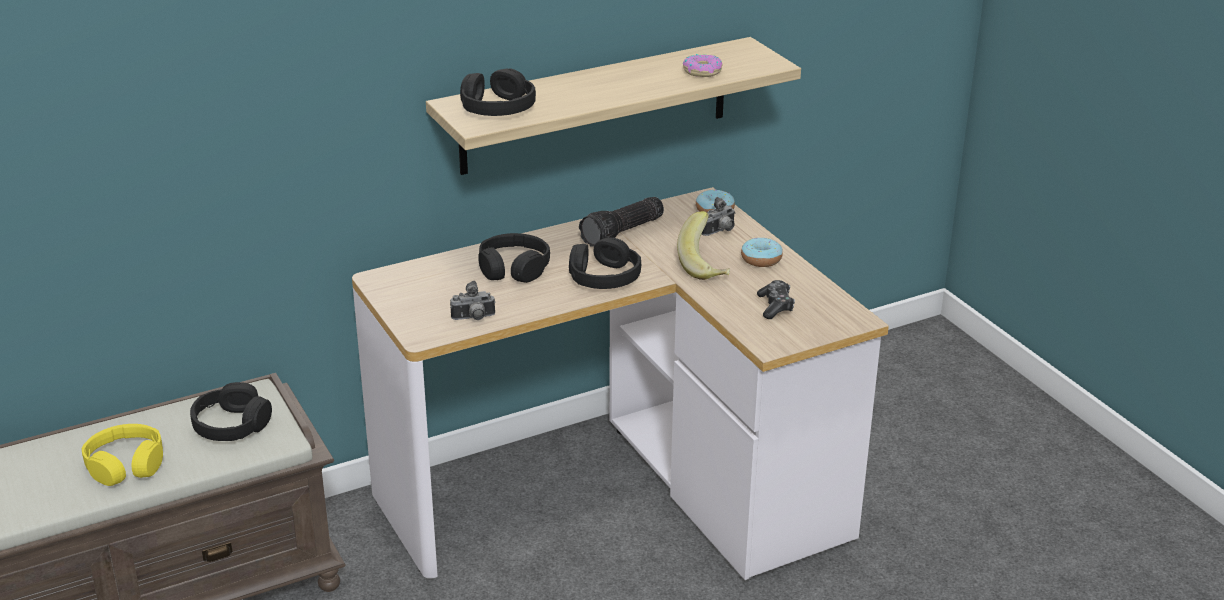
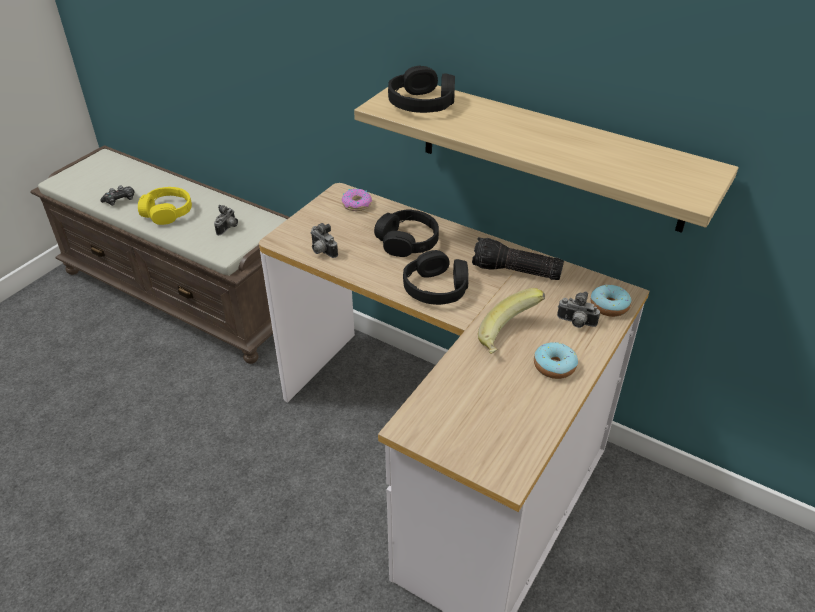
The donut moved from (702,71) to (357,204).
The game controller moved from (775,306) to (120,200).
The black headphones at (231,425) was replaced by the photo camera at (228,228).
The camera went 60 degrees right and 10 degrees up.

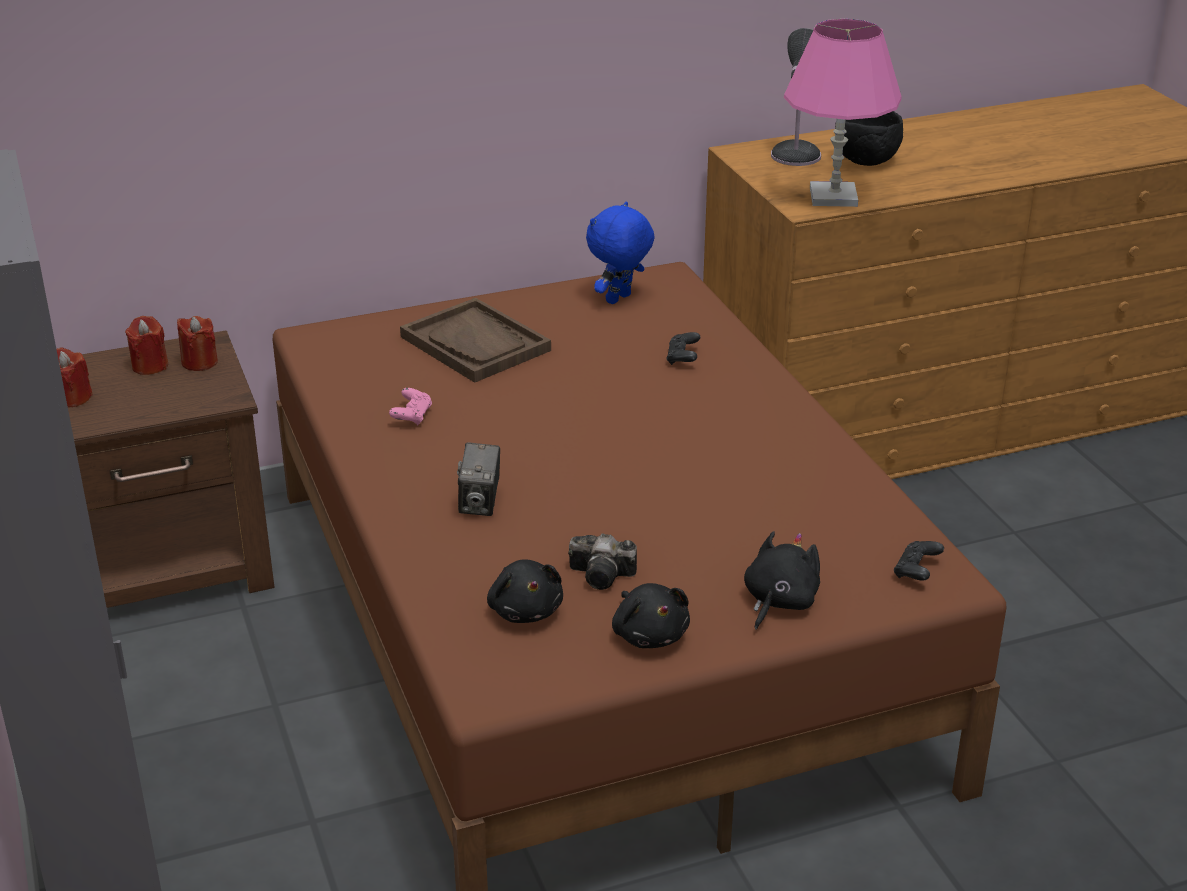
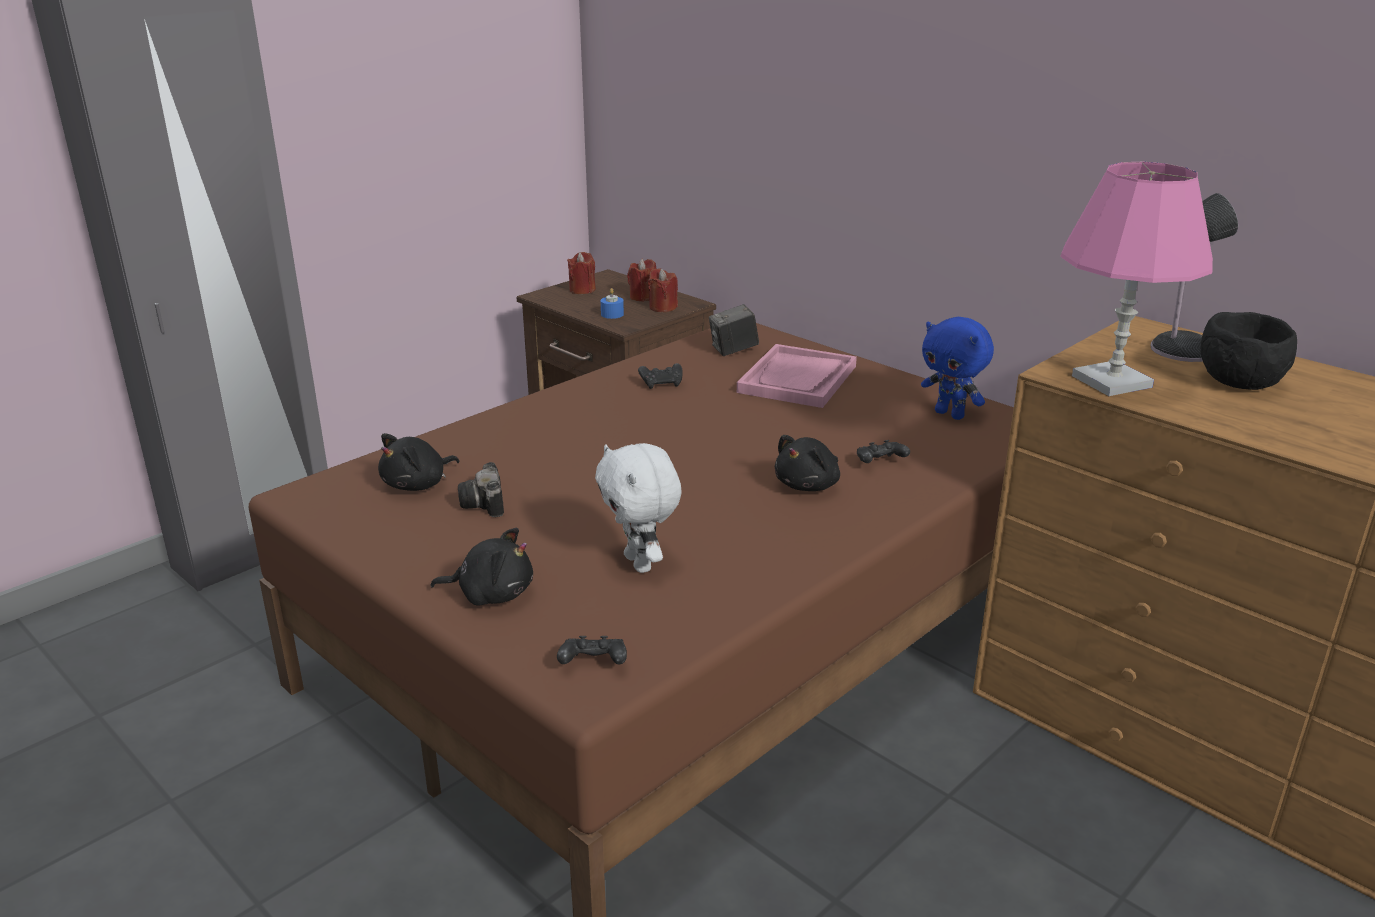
The white plush toy at (640,563) appeared.
The blue candle at (612,314) appeared.
The photo camera moved from (480,503) to (733,350).
The black plush toy moved from (649,634) to (809,485).
The pink game controller at (412,416) became the black game controller at (662,384).
The brown tray at (475,344) became the pink tray at (797,379).
The blue plush toy at (619,299) turned 150 degrees counterclockwise.
The camera went 65 degrees right and 5 degrees down.

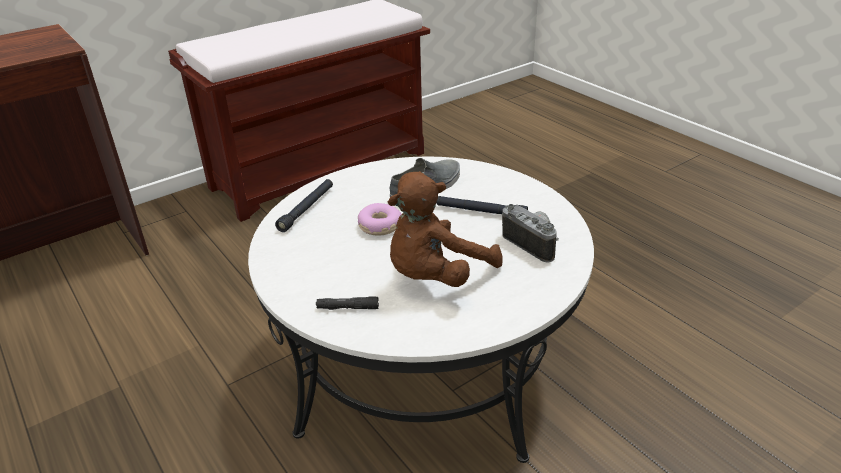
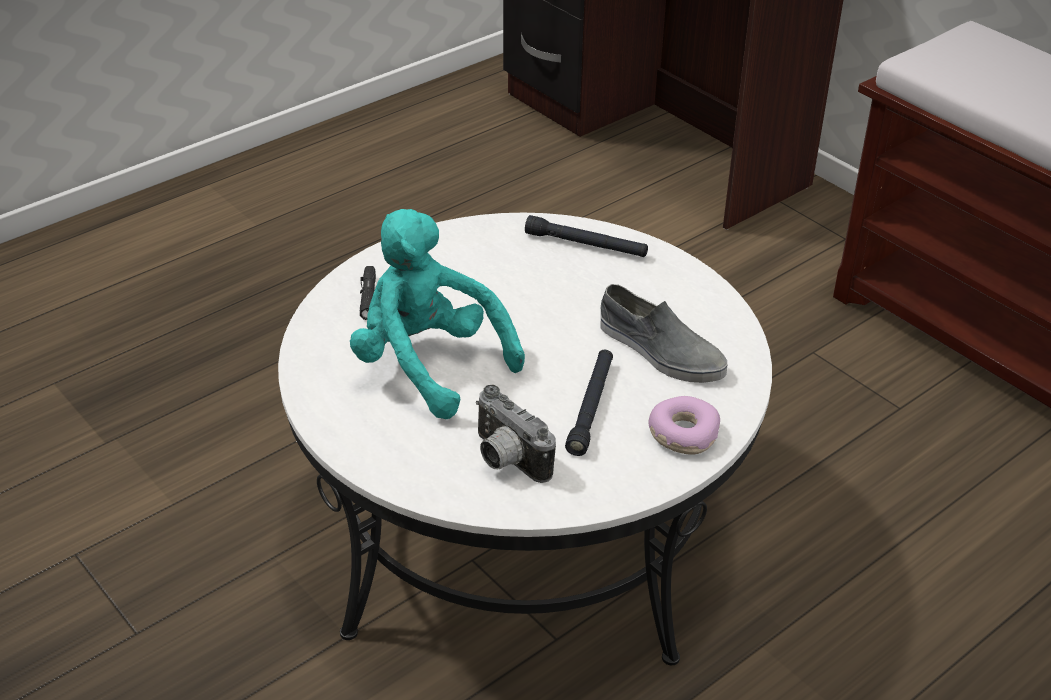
The donut moved from (379,226) to (683,434).
The brown plush toy at (436,276) became the turquoise plush toy at (428,365).
The photo camera at (533,243) turned 90 degrees clockwise.
The camera went 85 degrees right and 5 degrees up.

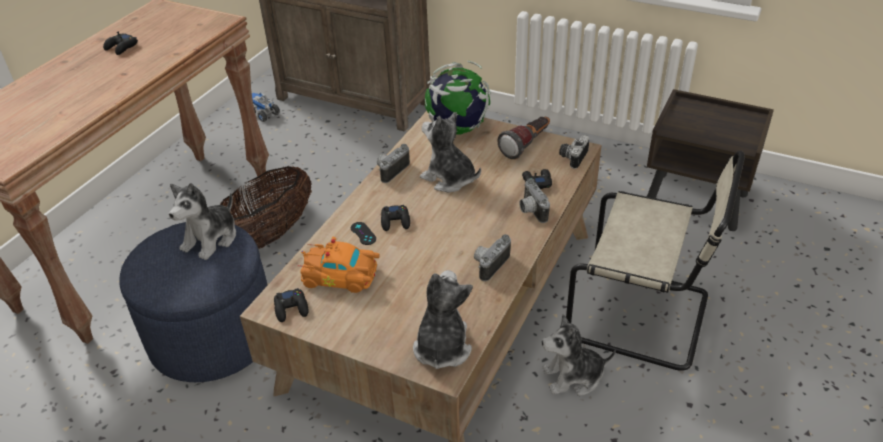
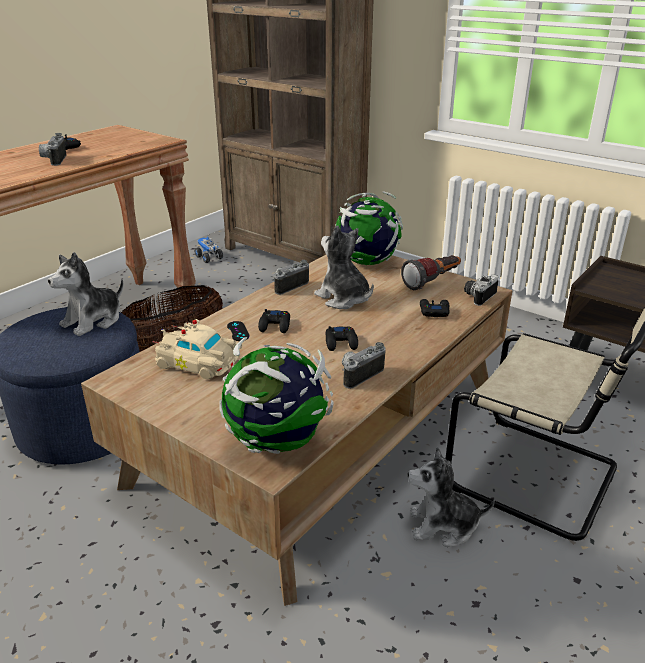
The black game controller moved from (291,308) to (341,342).
The photo camera moved from (530,211) to (53,160).
The plush toy at (442,347) was replaced by the globe at (277,442).
The orange toy car at (341,277) became the beige toy car at (199,364).
The camera went 10 degrees right and 10 degrees down.

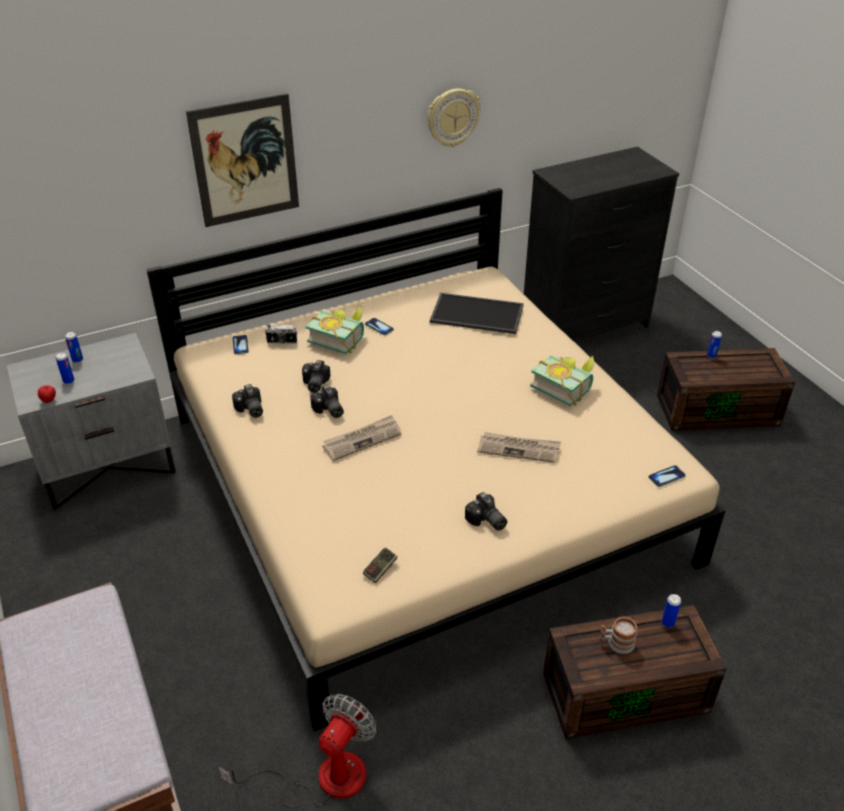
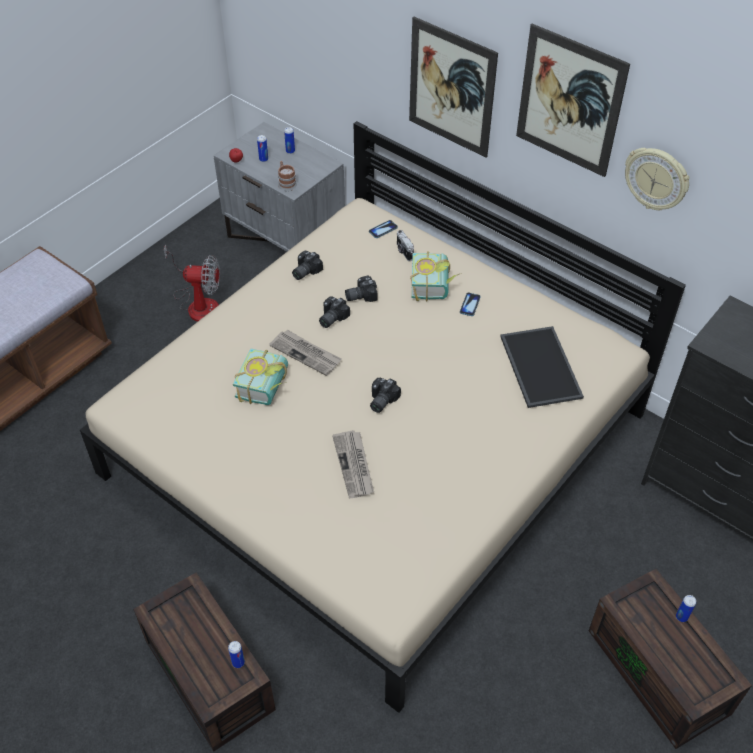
The game controller at (380,569) disappeared.
The phone at (666,477) disappeared.
The picture at (569,101) appeared.
The fan moved from (323,778) to (198,303).
The photo camera moved from (486,521) to (380,400).
The book moved from (564,387) to (268,387).
The mug moved from (616,643) to (286,183).
The camera went 65 degrees right and 10 degrees up.

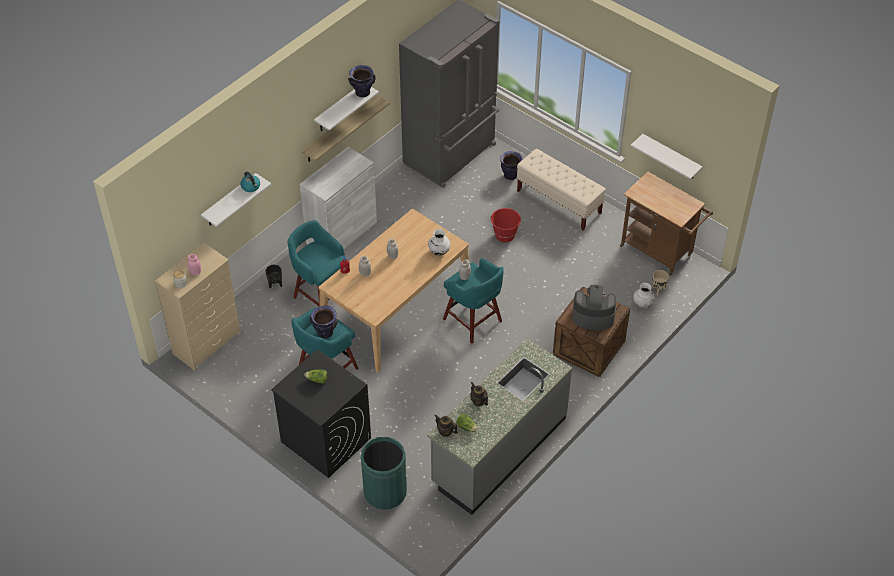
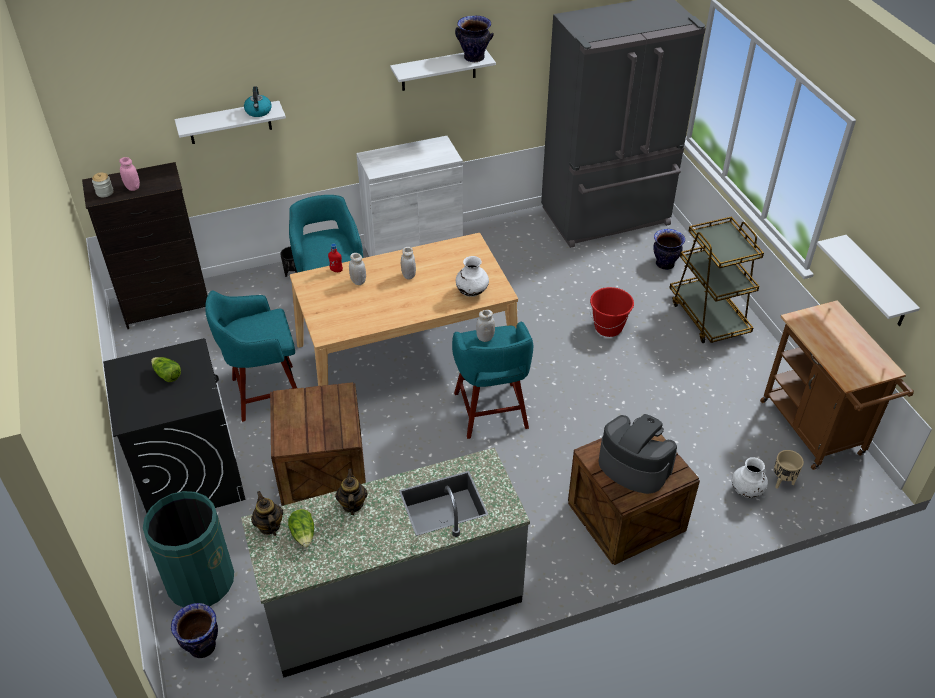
The shelf at (339,129) disappeared.
The crate at (323,470) appeared.
The vase moved from (325,333) to (202,647).
The beige bench at (559,202) was replaced by the brown cart at (708,317).
The beige dresser at (208,343) became the black dresser at (167,306).
The camera went 30 degrees right and 5 degrees down.

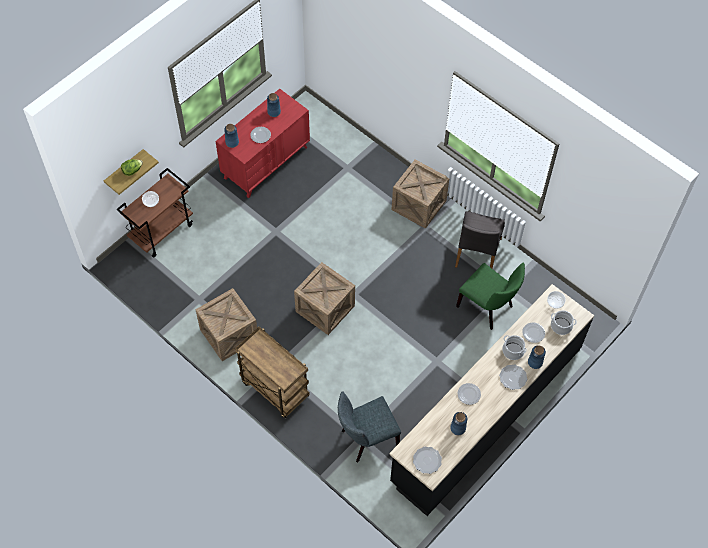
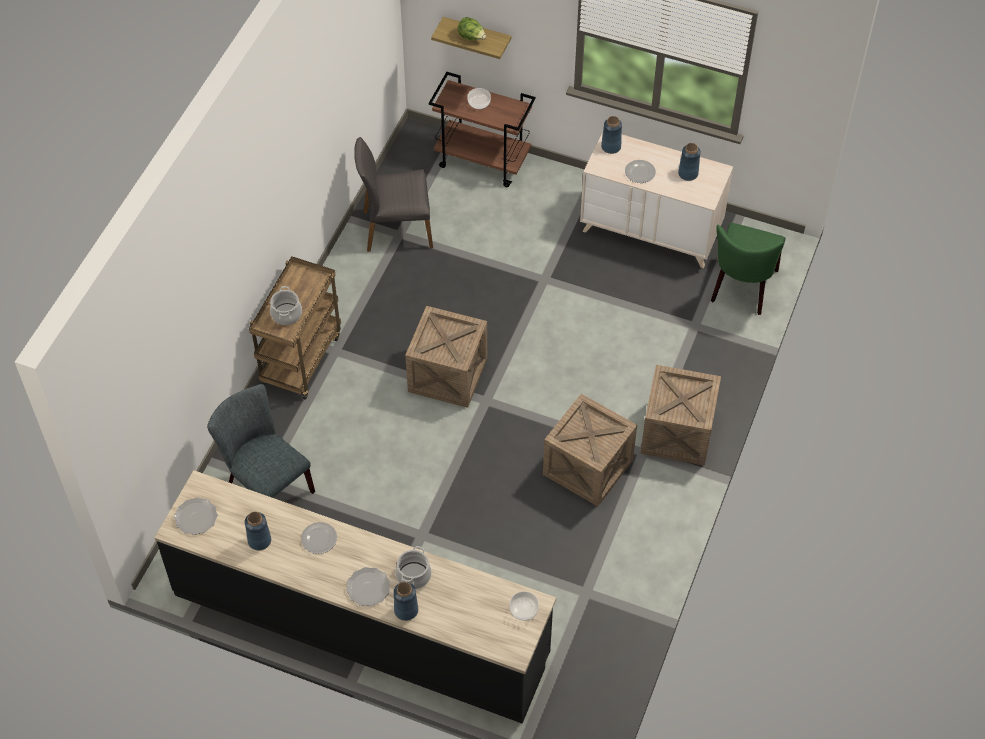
The plate at (533,333) disappeared.
The crate moved from (229,334) to (587,467).
The grey chair moved from (477,253) to (396,228).
The green chair moved from (488,307) to (742,289).
The cooking pot moved from (561,326) to (286,314).
The red dresser at (266,162) became the beige dresser at (651,230).
The camera went 70 degrees right and 5 degrees down.

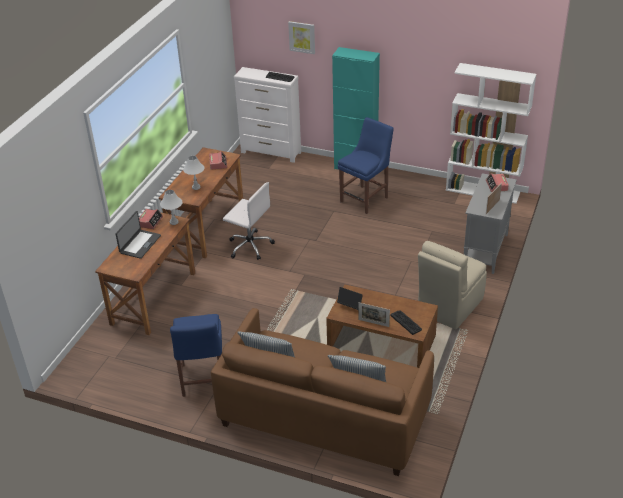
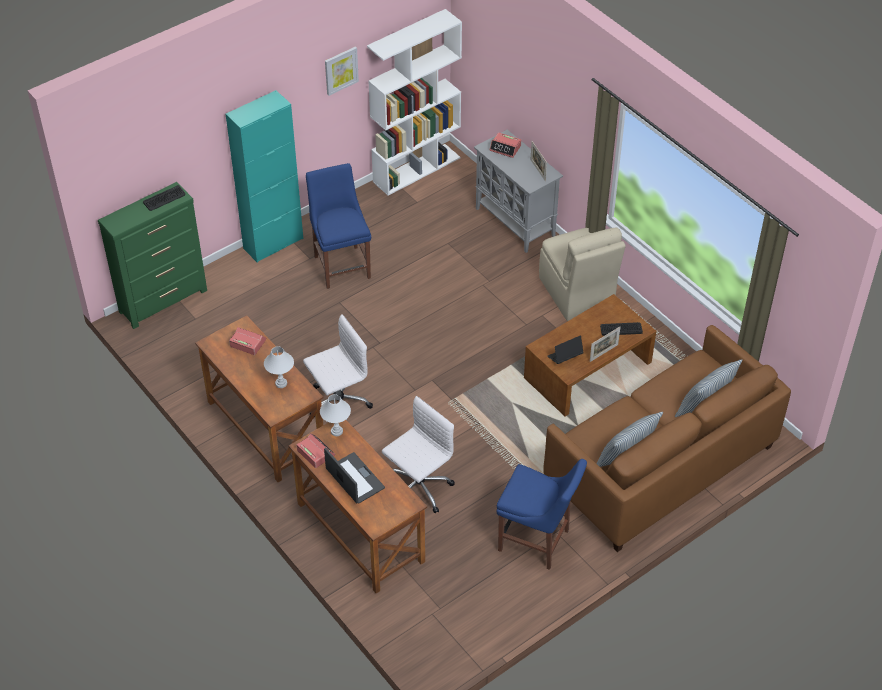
The white office chair at (418,488) appeared.
The picture moved from (302,37) to (341,70).
The white dresser at (271,152) became the green dresser at (164,301).
The camera went 60 degrees left and 10 degrees up.

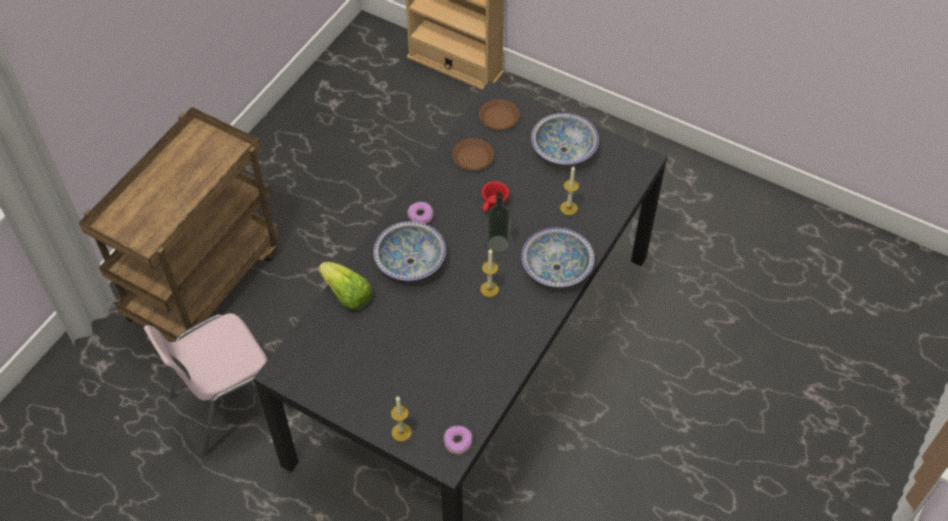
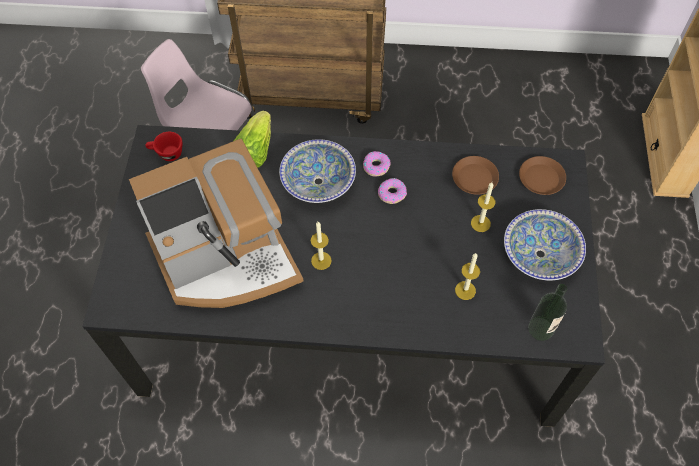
The bowl at (557,267) disappeared.
The coffee machine at (226,259) appeared.
The candle moved from (401,432) to (480,223).
The donut moved from (457,442) to (392,193).
The red cup moved from (493,205) to (166,154).
The bottle moved from (498,244) to (540,329).
The camera went 65 degrees right and 5 degrees up.

